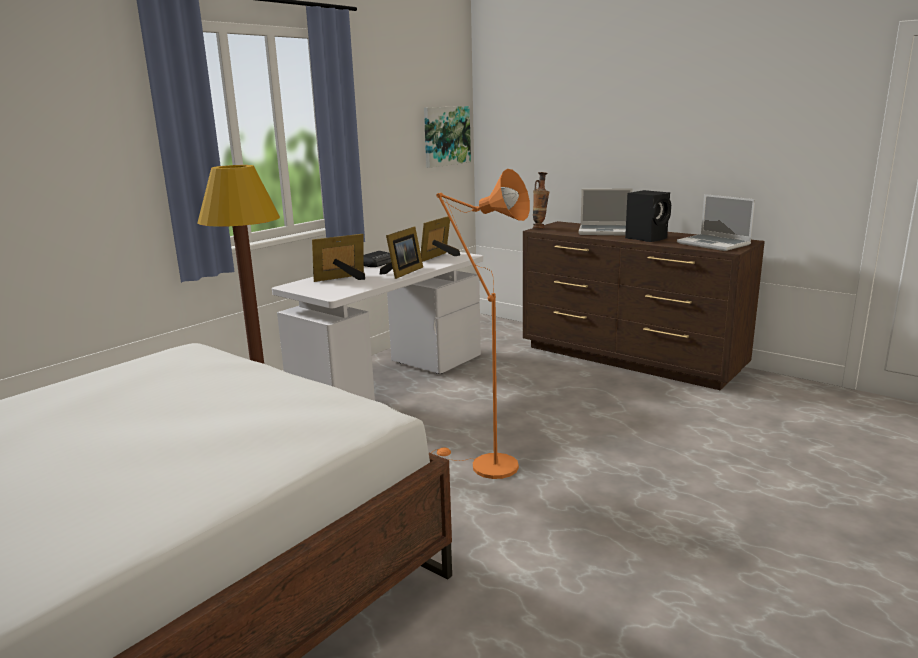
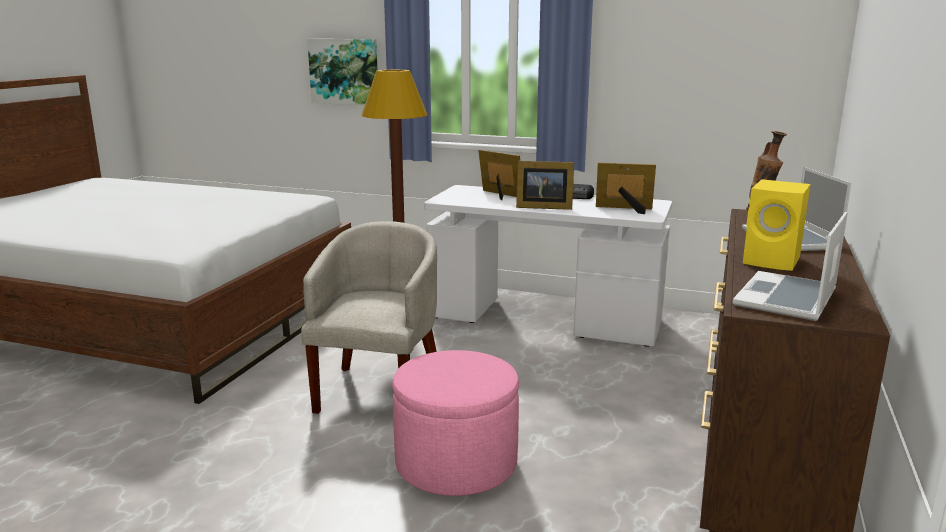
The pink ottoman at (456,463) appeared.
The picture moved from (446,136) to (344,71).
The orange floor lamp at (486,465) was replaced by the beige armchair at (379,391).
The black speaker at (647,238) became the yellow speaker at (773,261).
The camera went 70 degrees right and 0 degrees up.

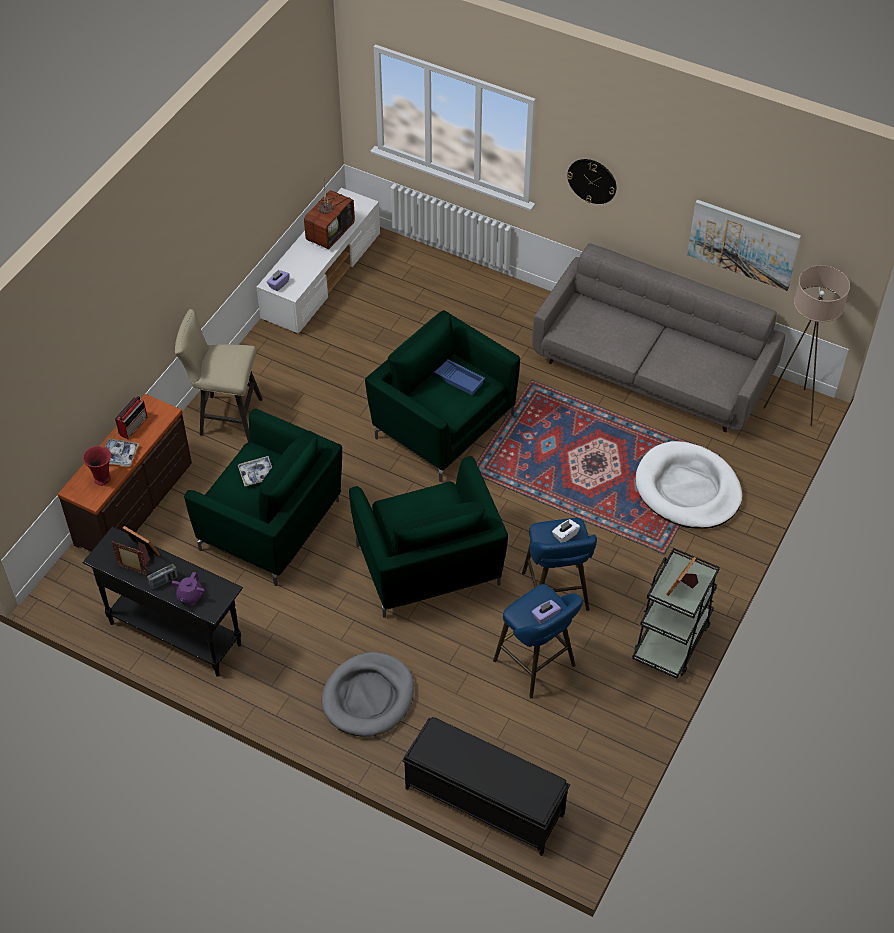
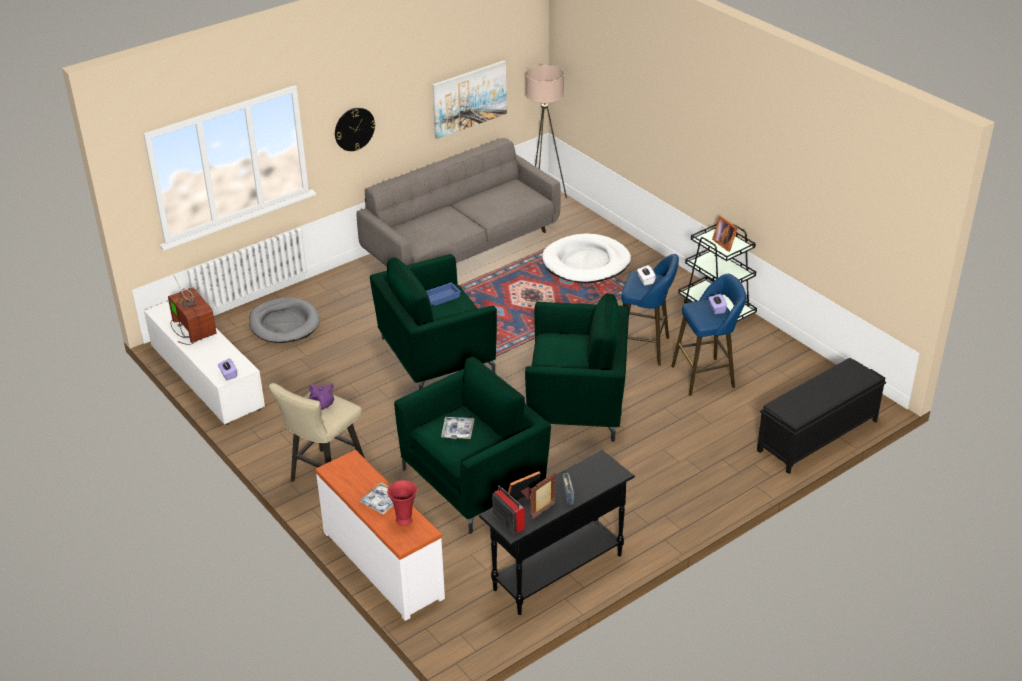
The radio moved from (134,425) to (508,520).
The purple teapot moved from (190,596) to (322,404).
The grey dog bed moved from (368,697) to (284,323).
The brown dresser at (135,503) became the white dresser at (384,563).
The camera went 65 degrees left and 15 degrees down.

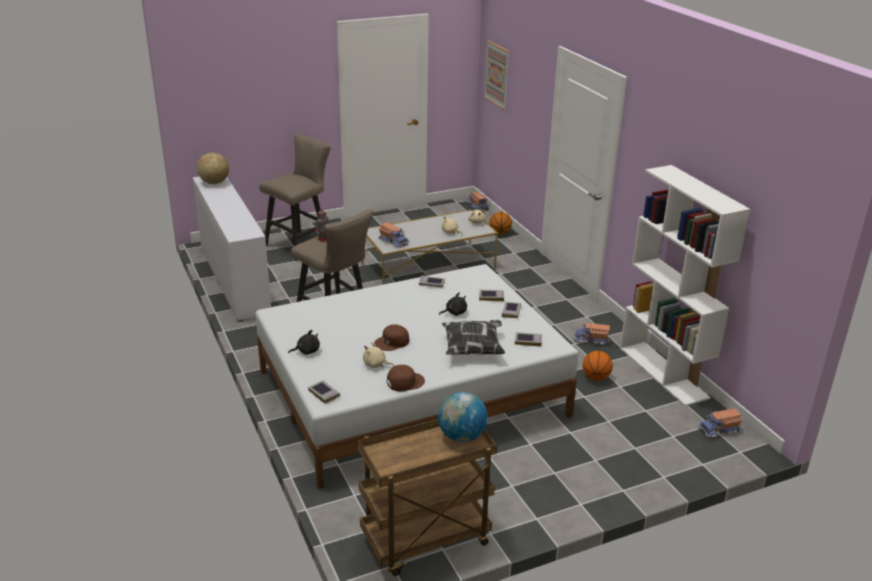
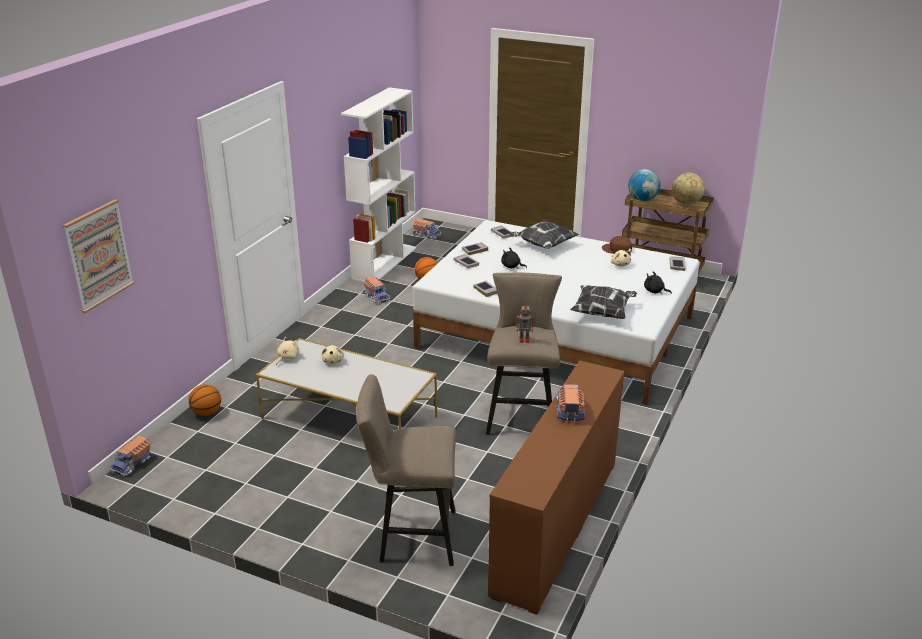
The brown cap at (392,342) disappeared.
The pillow at (603,312) appeared.
The globe moved from (214,182) to (686,203).
The toy truck moved from (394,241) to (569,410).
The white dresser at (235,279) became the brown dresser at (555,525).
The camera went 130 degrees left and 0 degrees up.

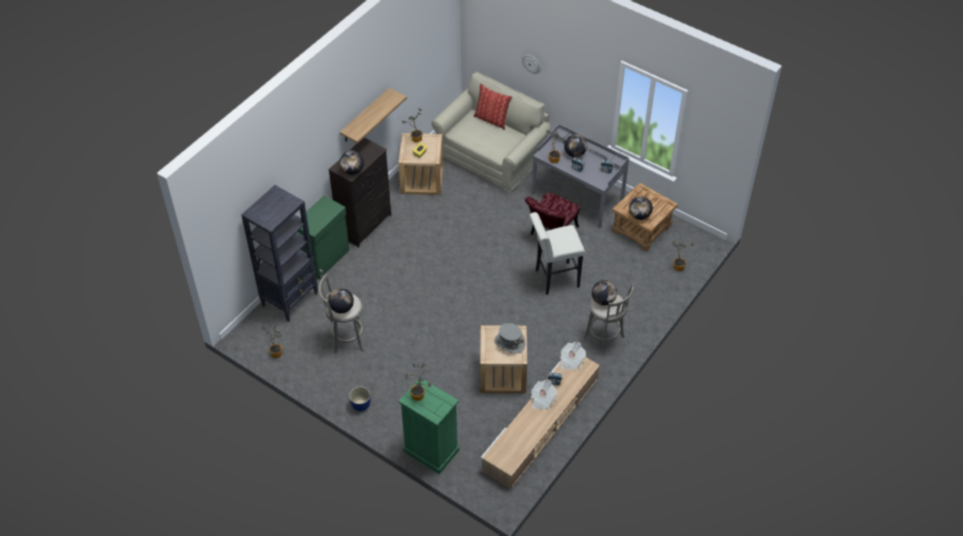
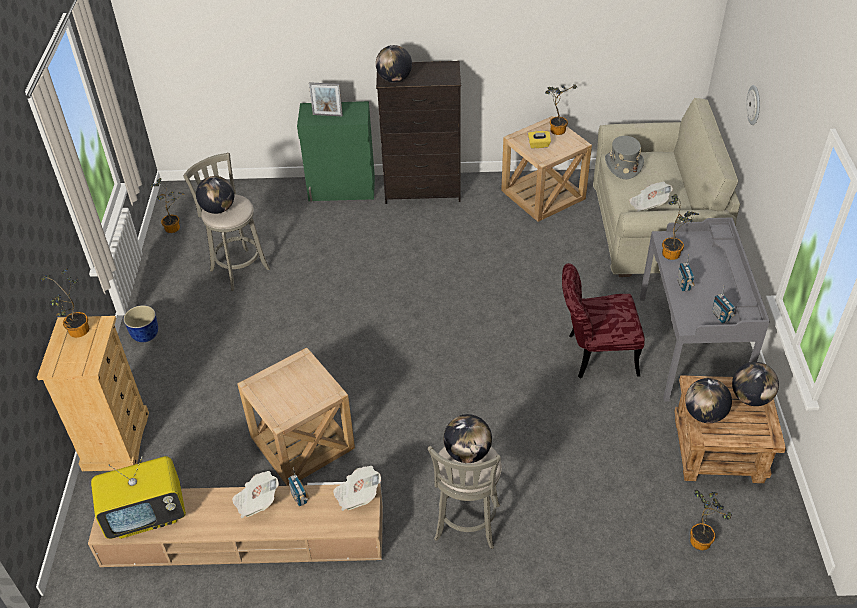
The black bookcase at (290,299) disappeared.
The shelf at (365,116) disappeared.
The pillow at (492,119) disappeared.
The white stool at (553,279) disappeared.
The television at (147,515) appeared.
The picture frame at (327,115) appeared.
The newspaper at (648,204) appeared.
The grey hat moved from (509,343) to (623,166).
The globe moved from (575,153) to (750,398).
The green dresser at (430,451) became the beige dresser at (116,440).
The camera went 55 degrees right and 5 degrees down.

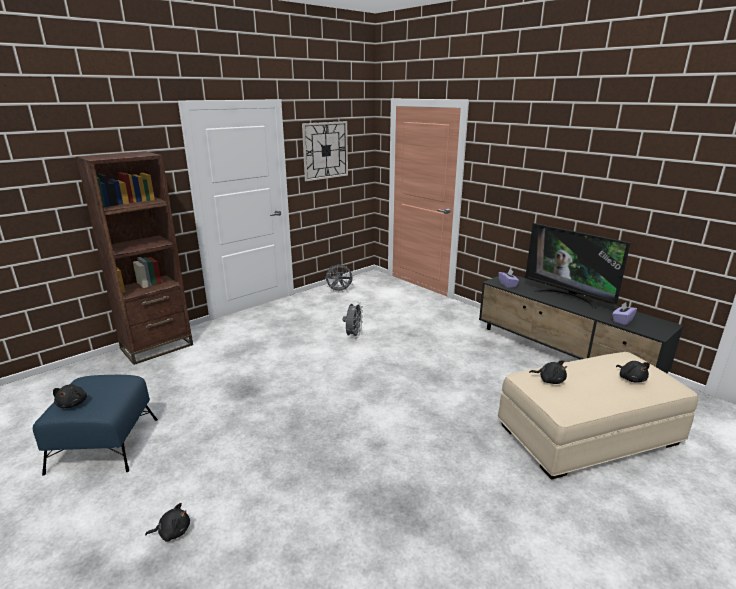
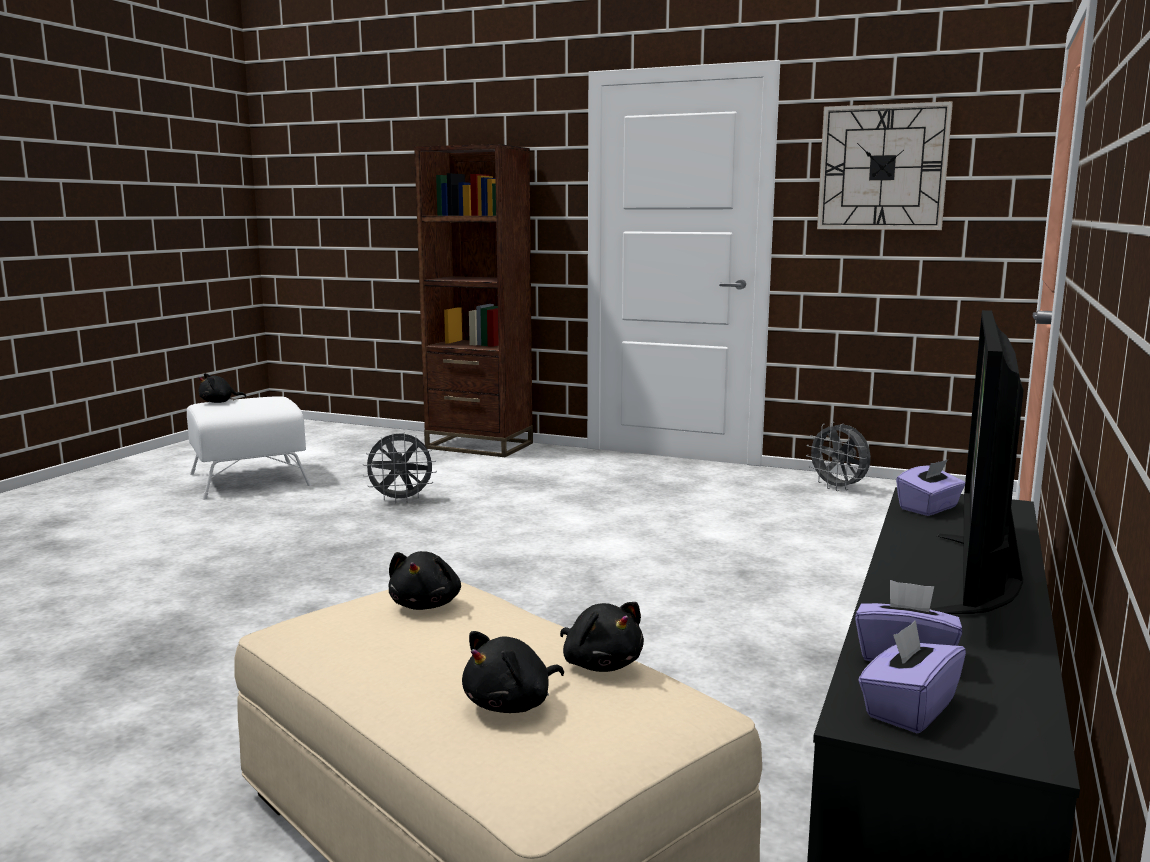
The purple tissue box at (908,709) appeared.
The black plush toy moved from (172,531) to (600,664).
The grey fan moved from (353,335) to (401,500).
The blue ottoman at (105,444) became the white ottoman at (250,479).
The camera went 65 degrees right and 10 degrees down.

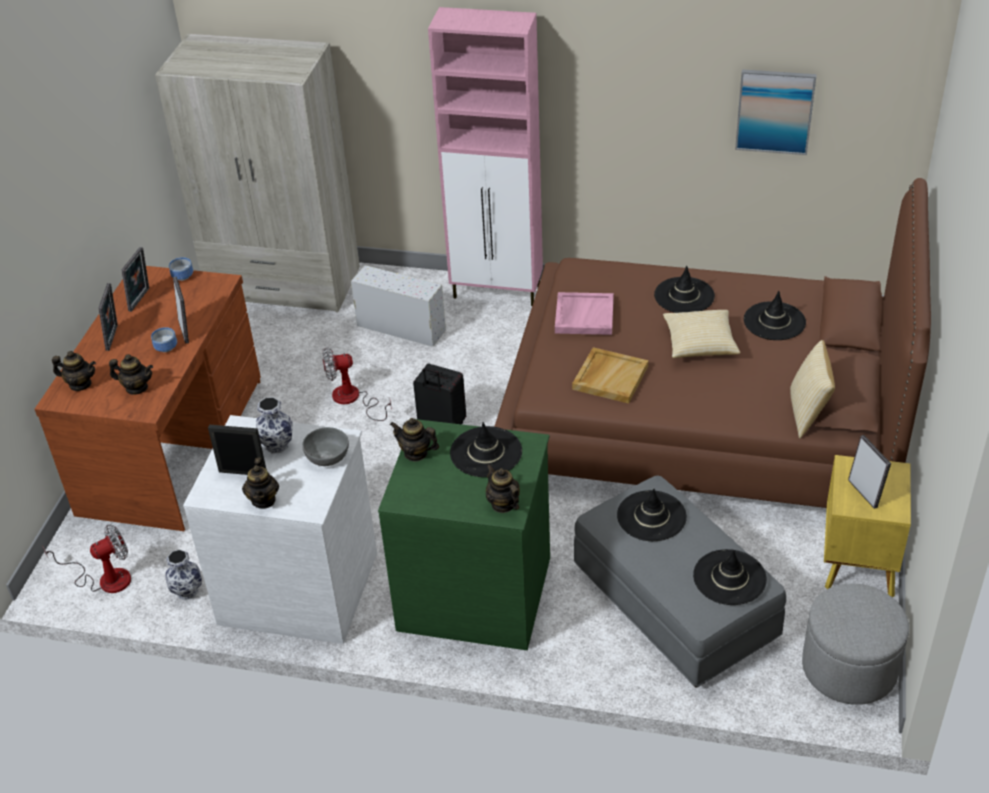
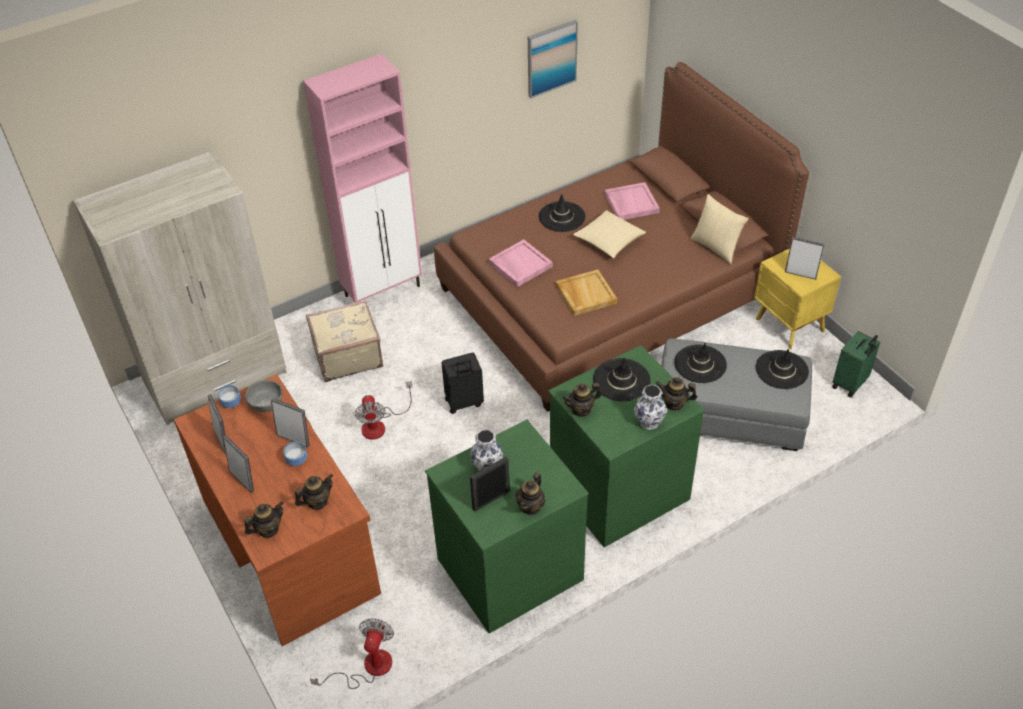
The vase moved from (187,591) to (648,421).
The grey bowl moved from (327,456) to (266,402).
The white storage box at (400,327) was replaced by the beige suitcase at (347,355).
The black hat at (774,321) was replaced by the pink tray at (631,203).
The grey ottoman at (849,668) was replaced by the green suitcase at (850,384).
The white dresser at (299,586) became the green dresser at (508,567).
The teapot at (263,500) turned 75 degrees clockwise.
The fan at (353,399) turned 45 degrees counterclockwise.
The camera went 45 degrees left and 5 degrees up.

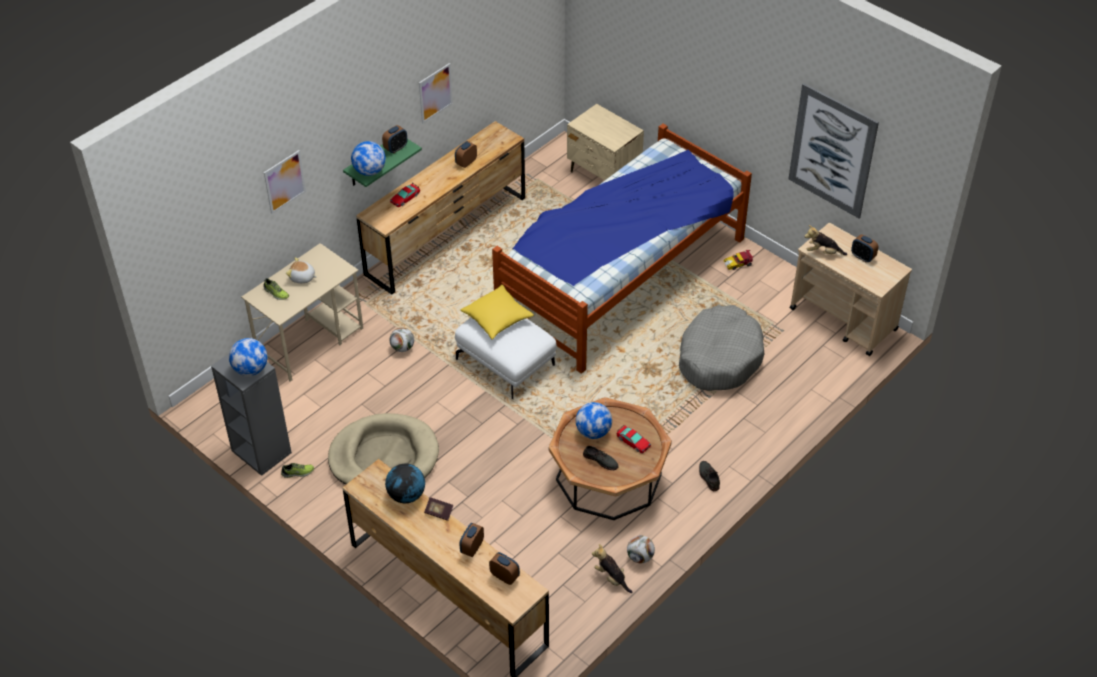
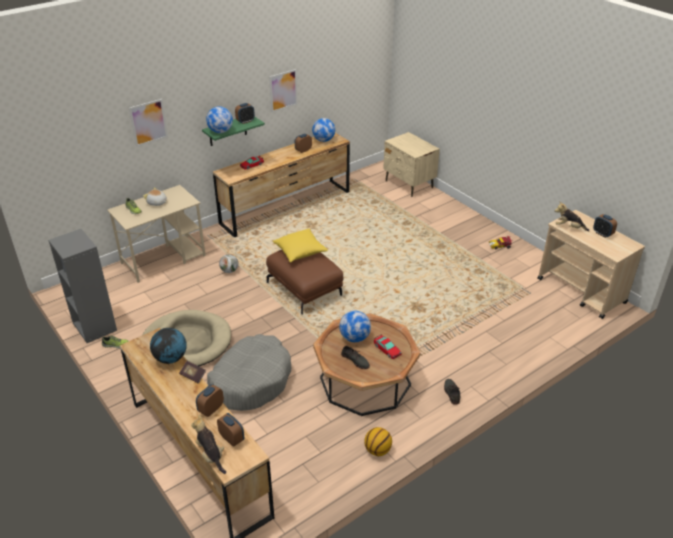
The bed at (620,275) disappeared.
The picture at (832,151) disappeared.
The globe moved from (251,369) to (323,140).
The plush toy moved from (611,578) to (211,455).
The grey dog bed moved from (719,357) to (250,381).
The football at (640,557) was replaced by the basketball at (377,450).
The white ottoman at (506,361) became the brown ottoman at (305,289).
The camera went 10 degrees right and 10 degrees down.

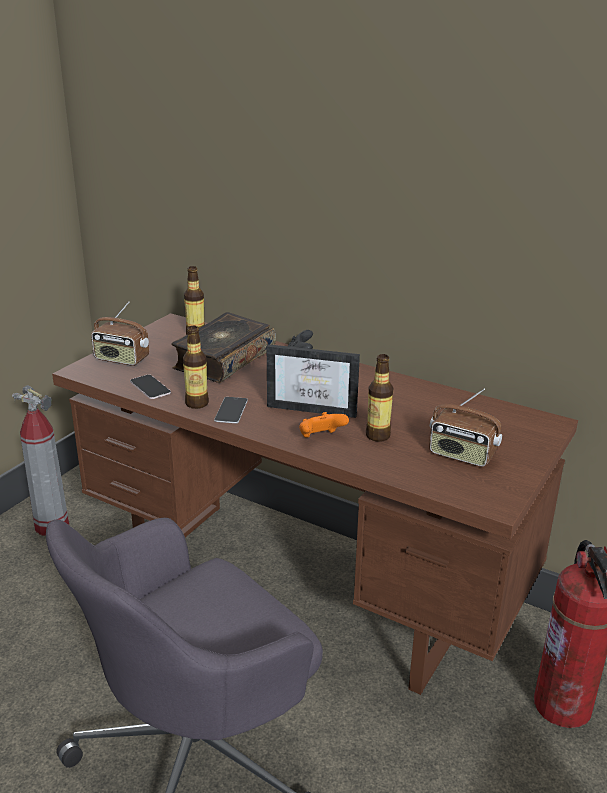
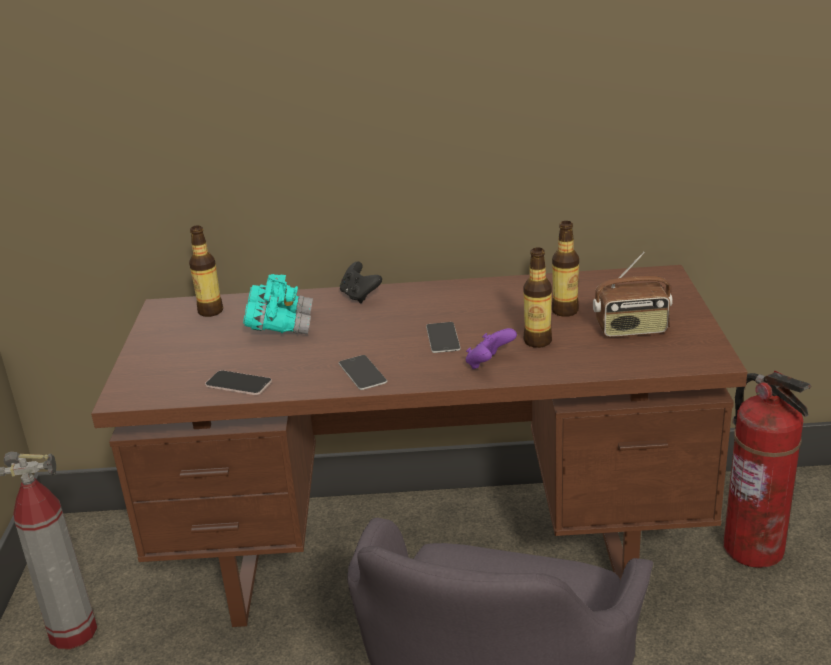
The radio at (121,359) disappeared.
The bottle moved from (197,403) to (565,311).
The book at (223,359) was replaced by the turquoise binoculars at (280,326).
The picture frame at (315,407) was replaced by the phone at (443,337).
The orange game controller at (321,438) became the purple game controller at (489,364).
The camera went 30 degrees left and 0 degrees up.

